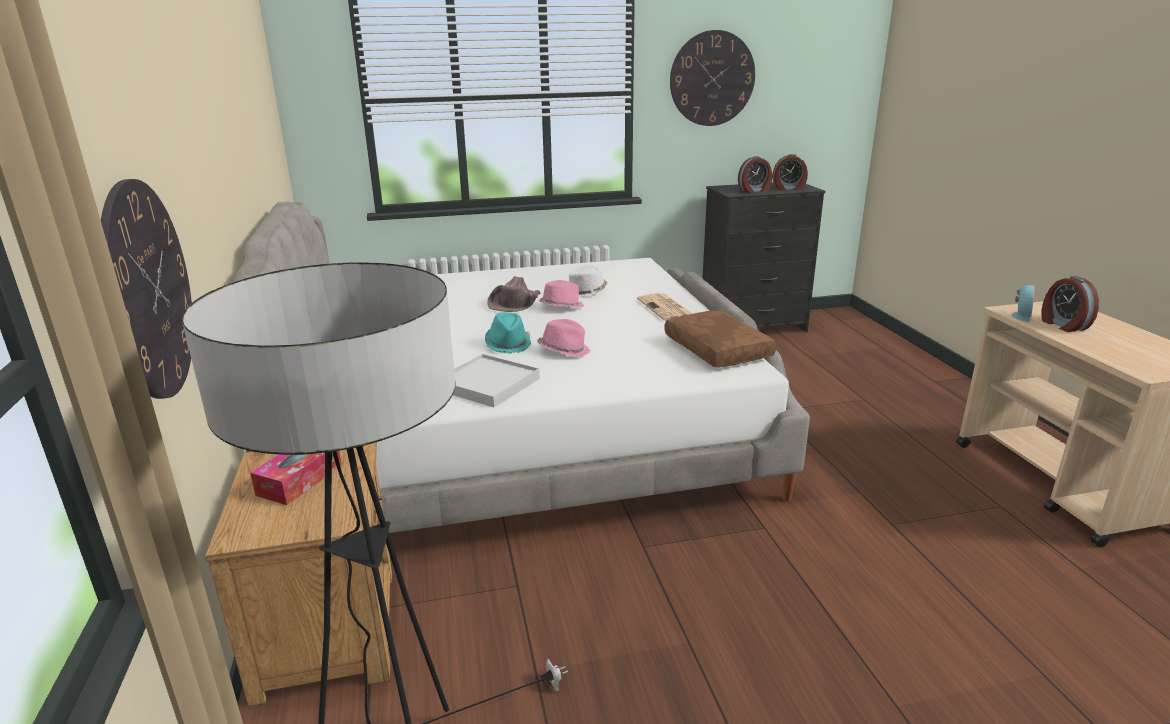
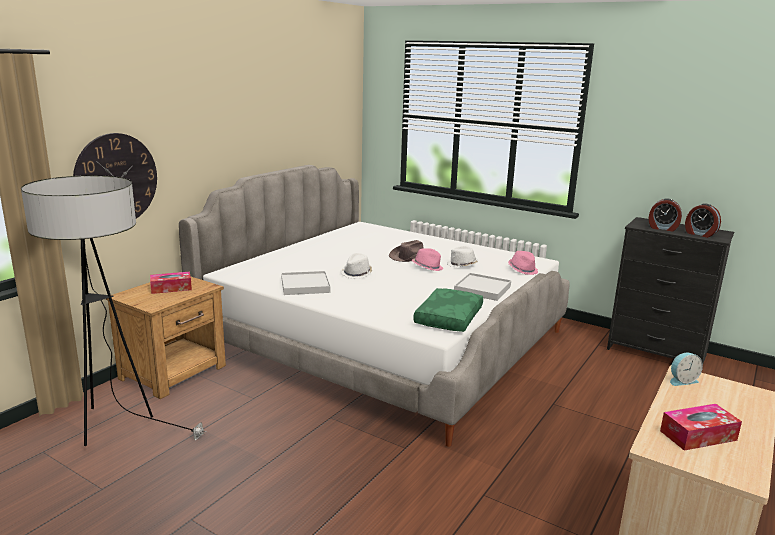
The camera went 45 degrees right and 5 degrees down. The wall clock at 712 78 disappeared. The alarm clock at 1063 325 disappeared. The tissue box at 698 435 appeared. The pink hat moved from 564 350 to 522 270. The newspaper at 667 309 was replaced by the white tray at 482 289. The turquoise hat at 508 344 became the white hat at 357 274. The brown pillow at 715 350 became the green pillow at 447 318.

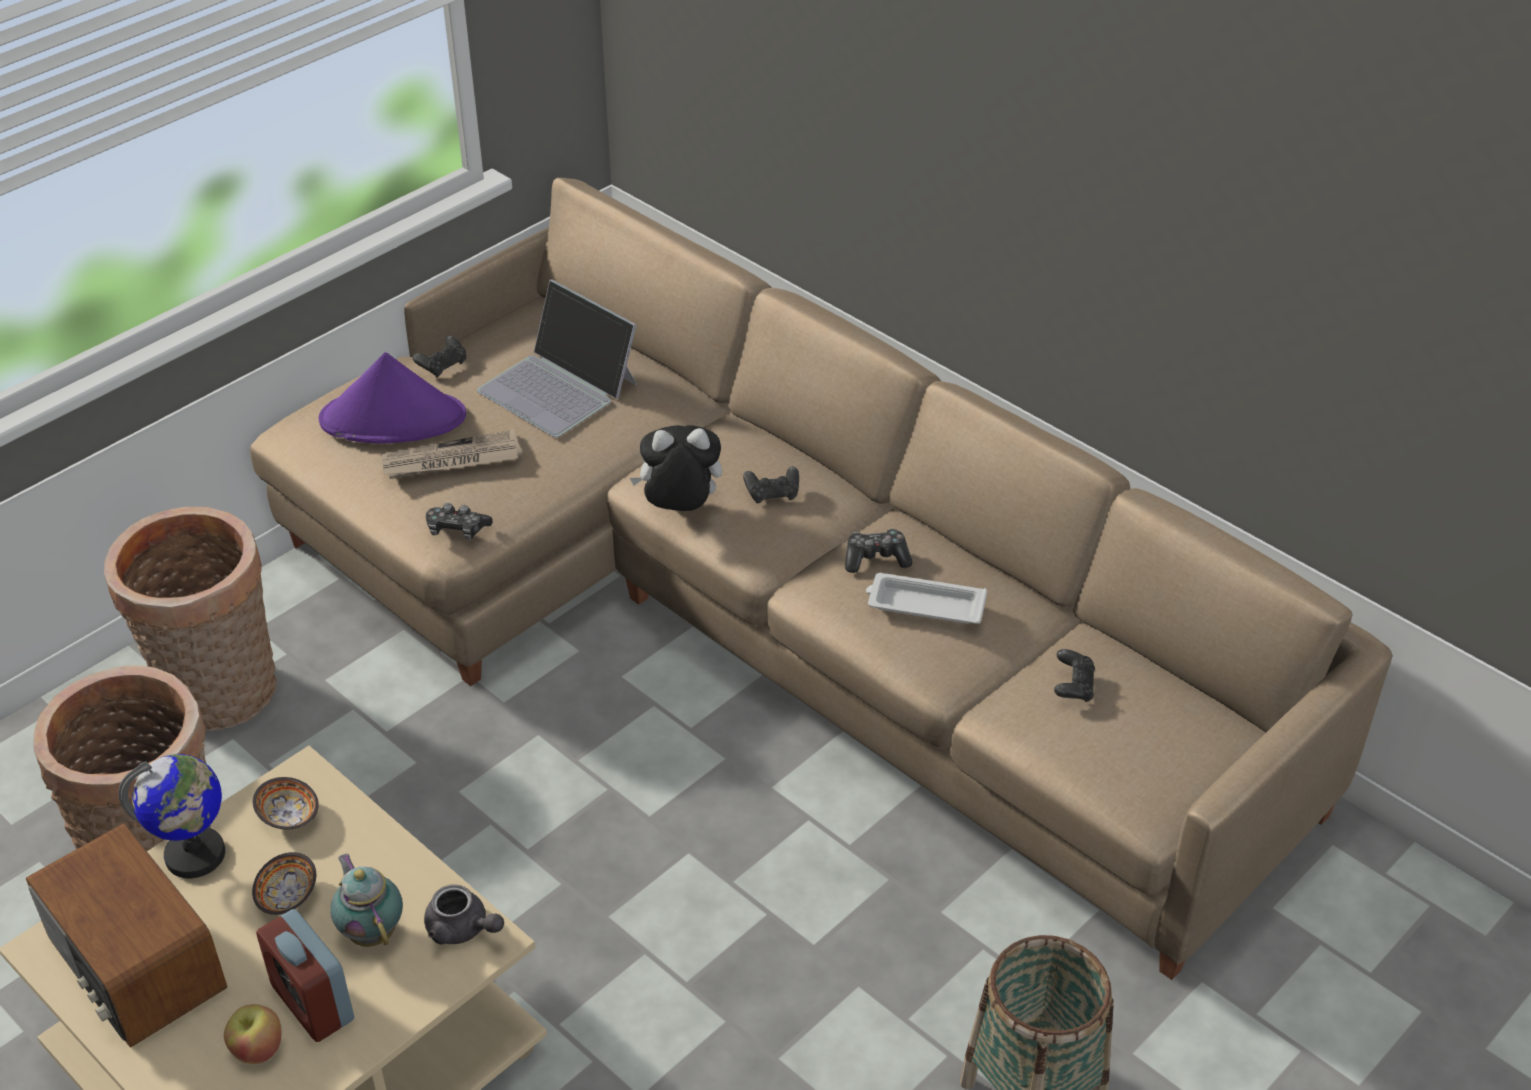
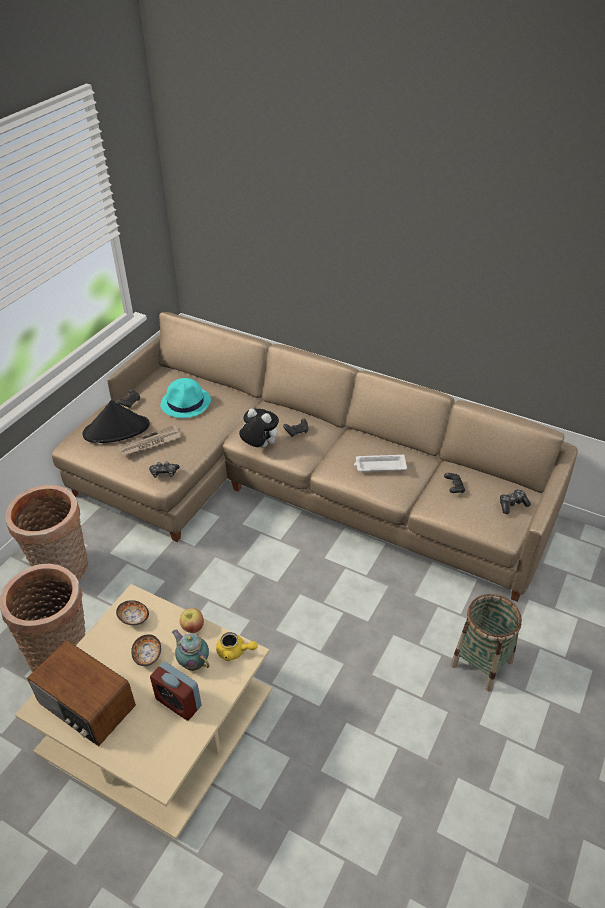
The camera went 15 degrees left and 0 degrees up. The globe at 196 855 disappeared. The apple moved from 257 1049 to 192 627. The game controller moved from 876 558 to 512 504. The laptop at 559 387 was replaced by the turquoise hat at 186 403. The purple hat at 394 419 became the black hat at 117 430. The grey teapot at 463 929 became the yellow teapot at 235 651. The plush toy at 679 510 turned 45 degrees clockwise.

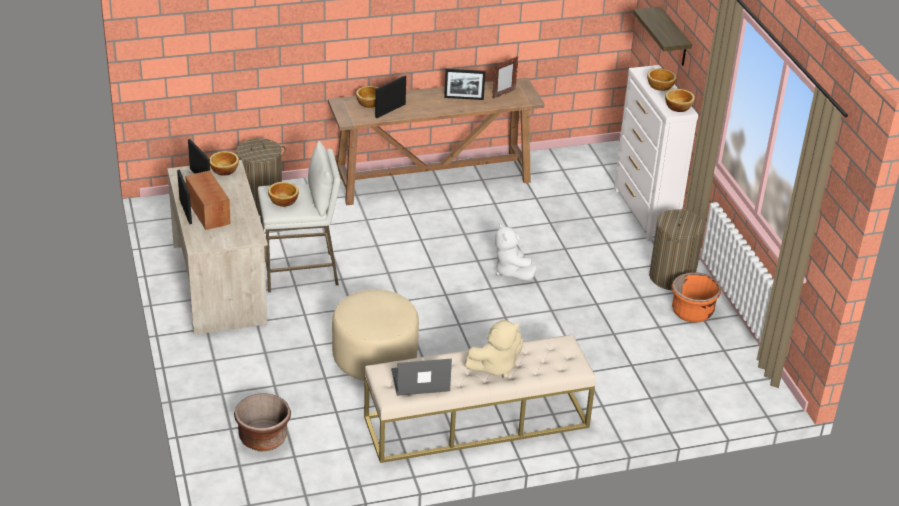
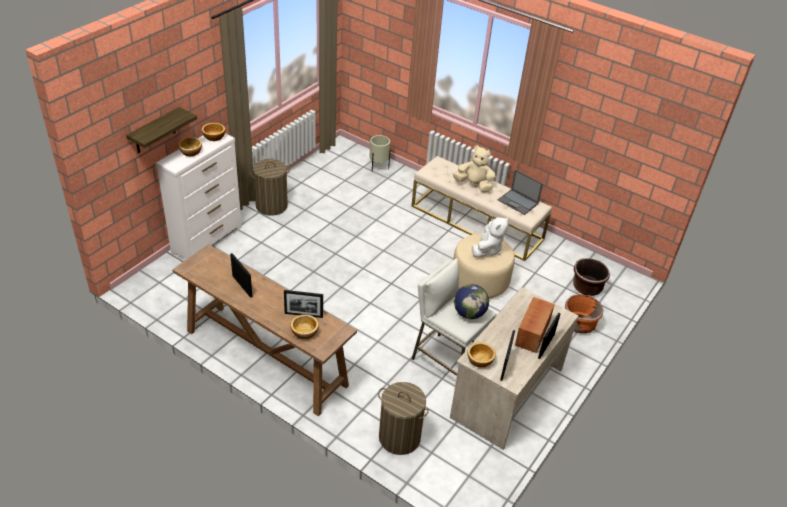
The camera went 130 degrees left and 5 degrees up. The picture frame at 503 94 disappeared. The beige planter at 378 167 appeared. The white plush toy moved from 511 271 to 487 250. The orange planter moved from 692 312 to 579 324. The bowl at 283 201 was replaced by the globe at 469 313.

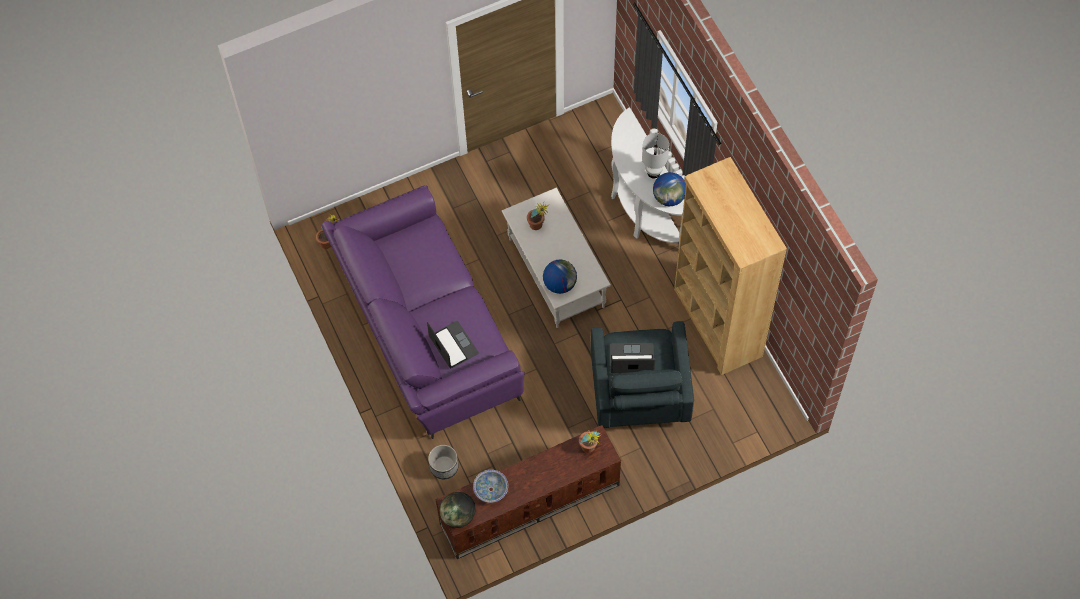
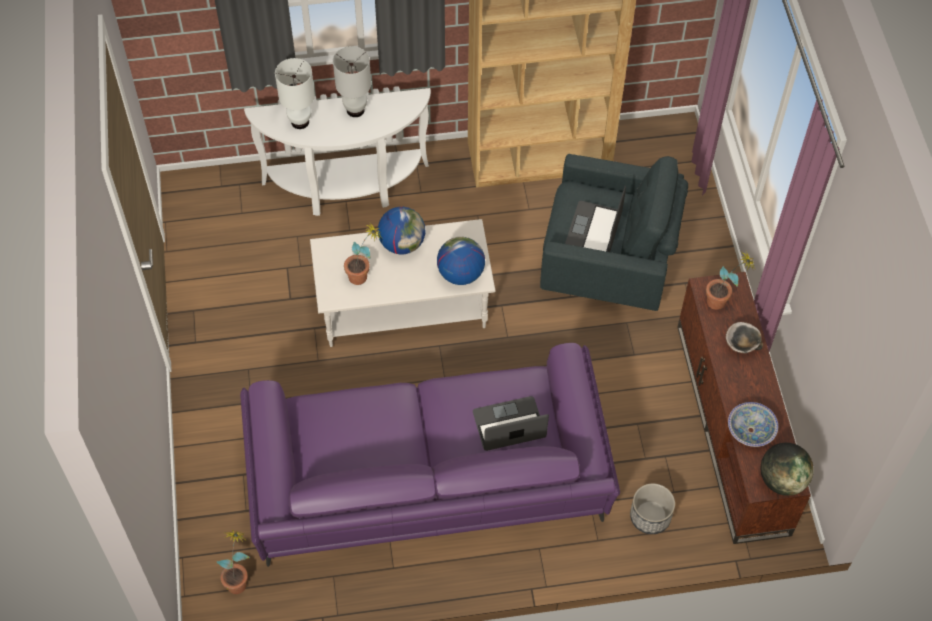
The camera went 75 degrees left and 5 degrees down. The white table lamp at 299 121 appeared. The bowl at 741 345 appeared. The globe moved from 669 198 to 402 243.

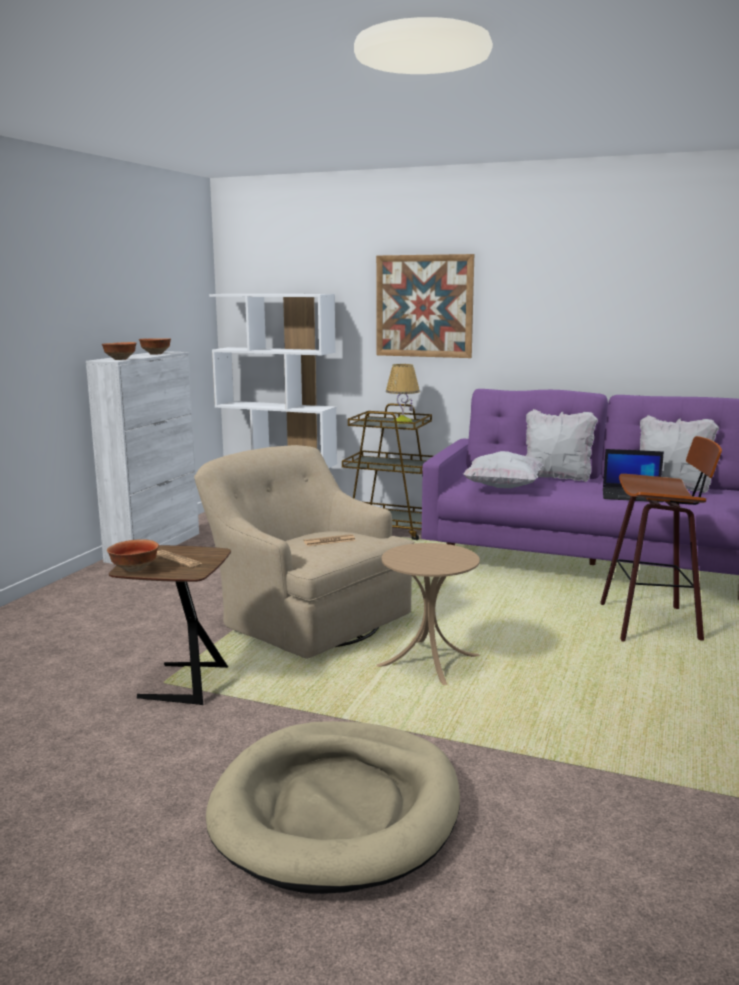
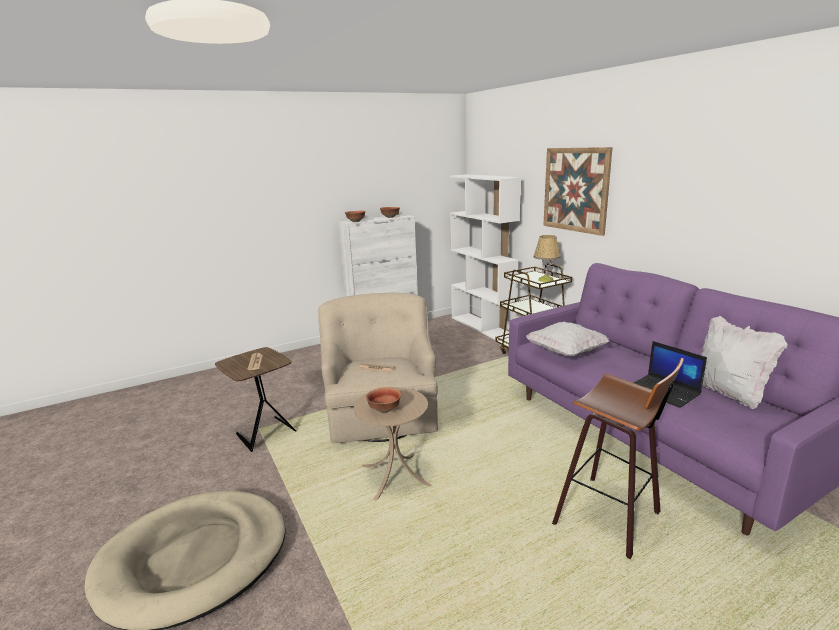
The camera went 40 degrees right and 5 degrees up. The white pillow at 556 477 disappeared. The bowl moved from 134 569 to 383 410.

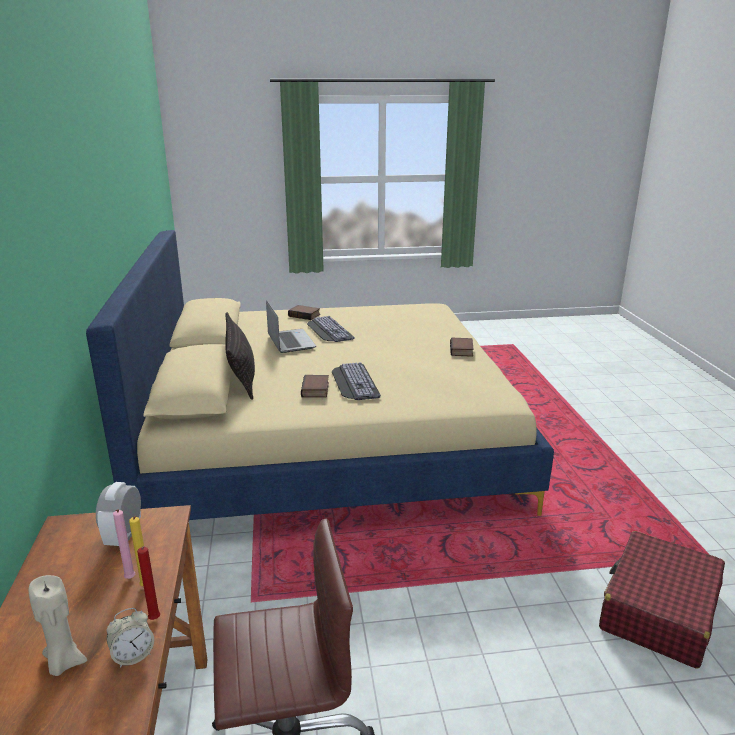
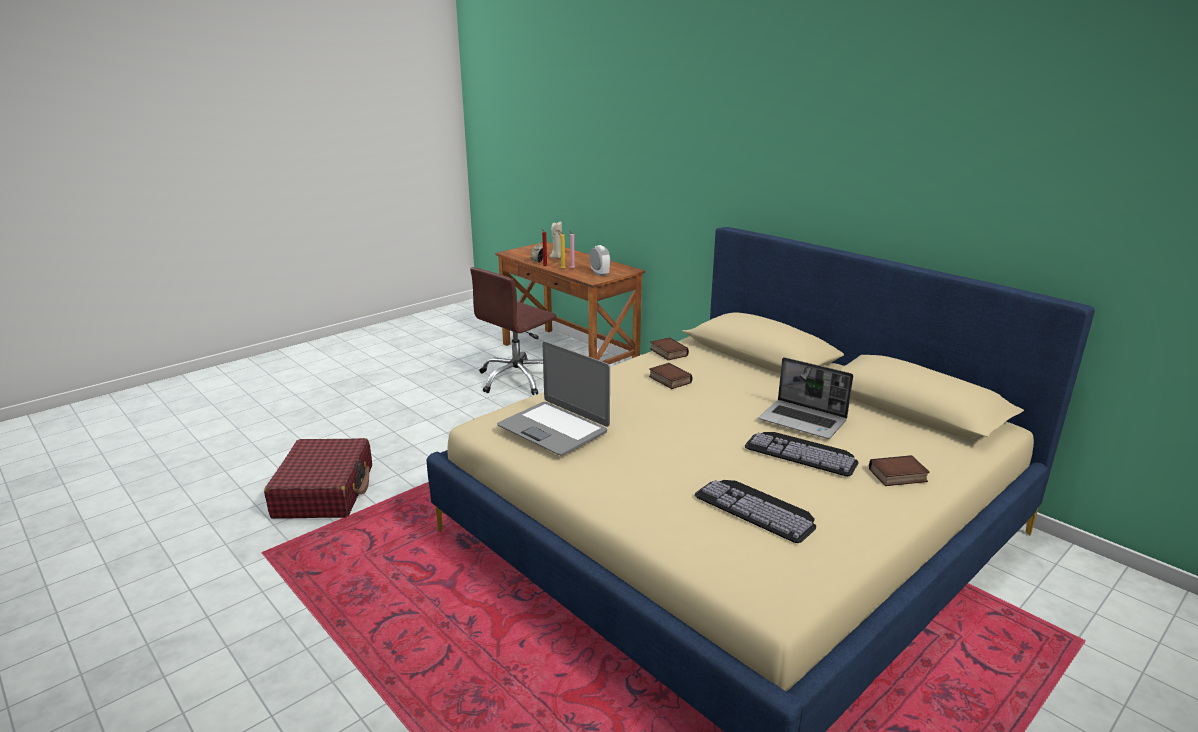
The camera went 145 degrees right and 0 degrees up. The pillow at 241 376 disappeared. The laptop at 554 429 appeared. The keyboard moved from 353 382 to 758 508. The book moved from 462 350 to 667 352.

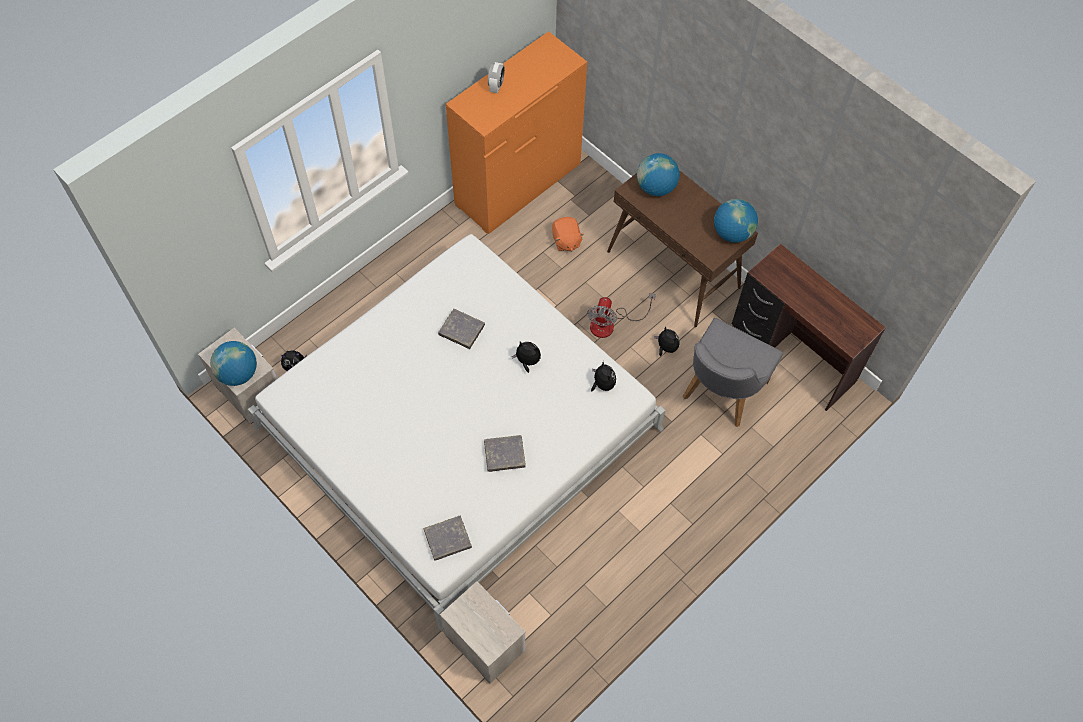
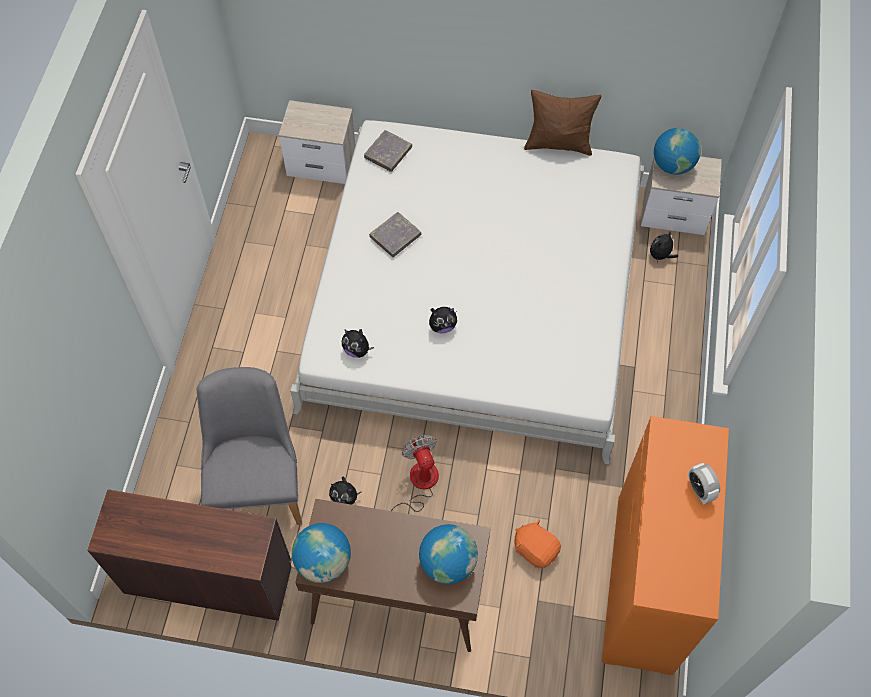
The camera went 145 degrees right and 0 degrees up. The grey book at 461 330 disappeared. The brown pillow at 558 144 appeared.

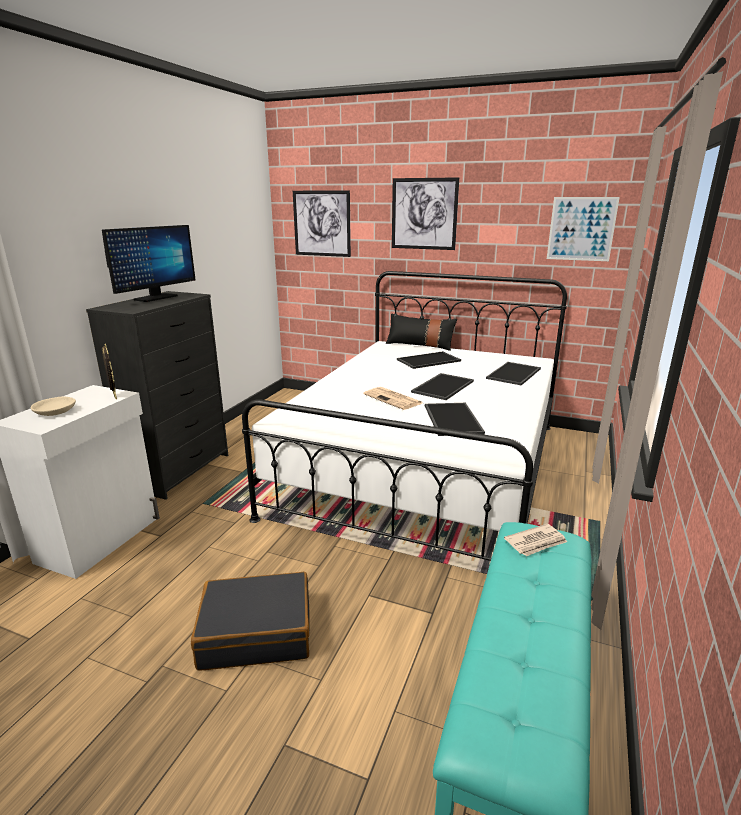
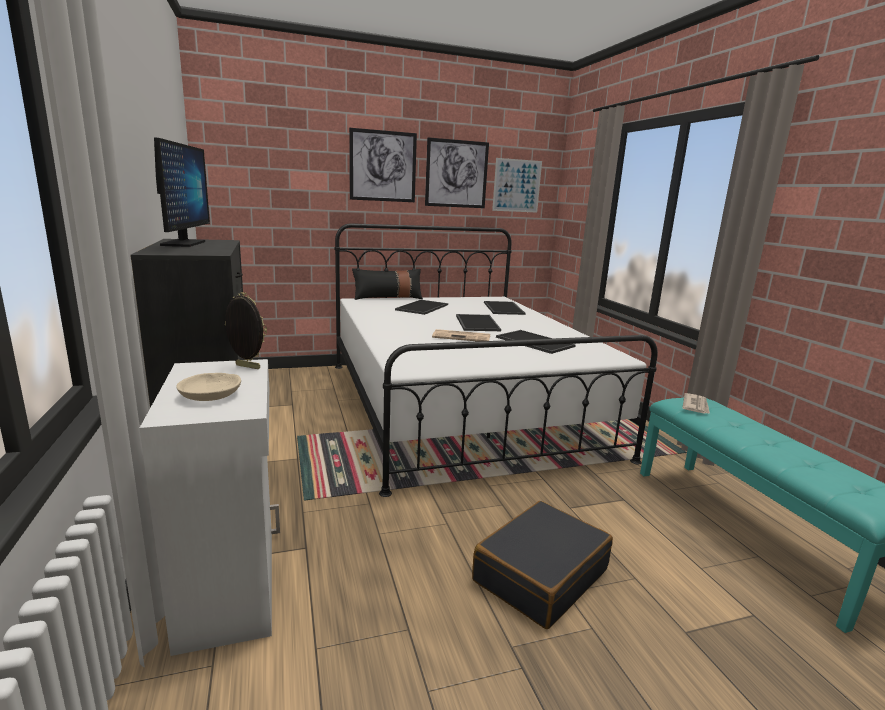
The camera went 40 degrees left and 5 degrees down. The picture moved from 322 223 to 456 174.

